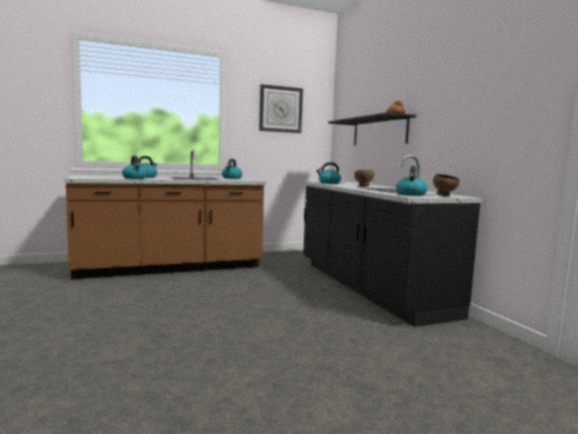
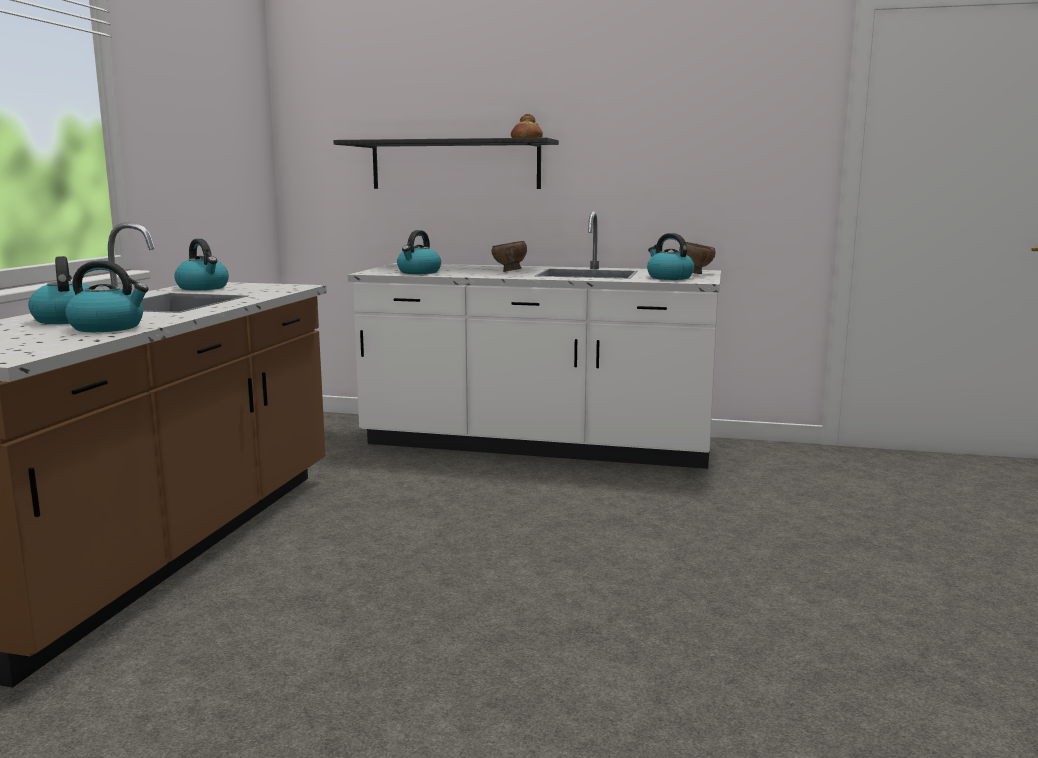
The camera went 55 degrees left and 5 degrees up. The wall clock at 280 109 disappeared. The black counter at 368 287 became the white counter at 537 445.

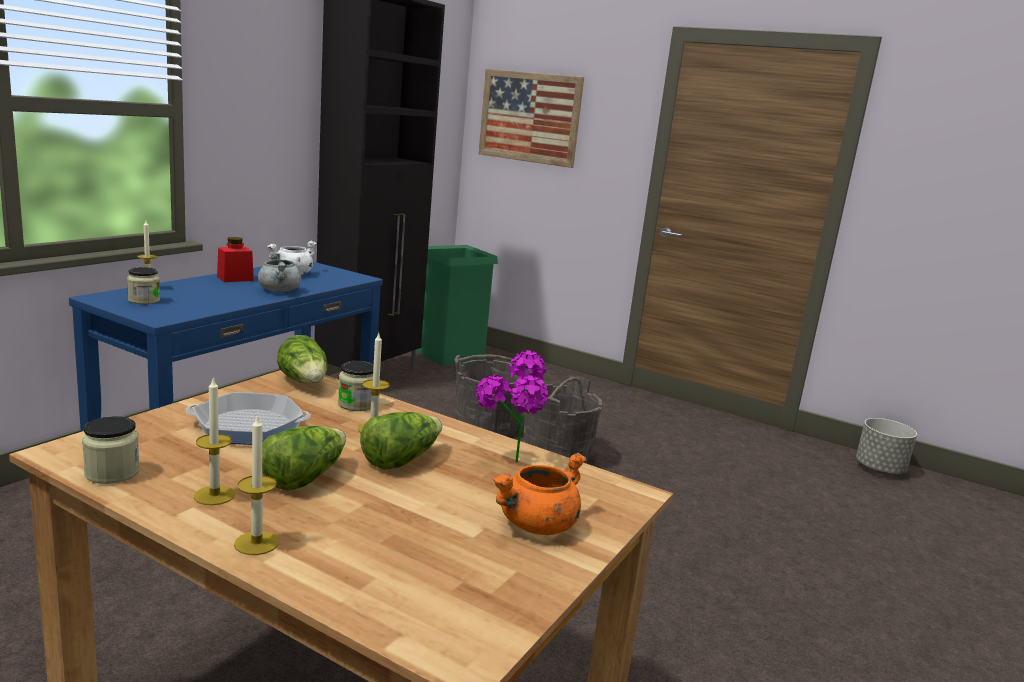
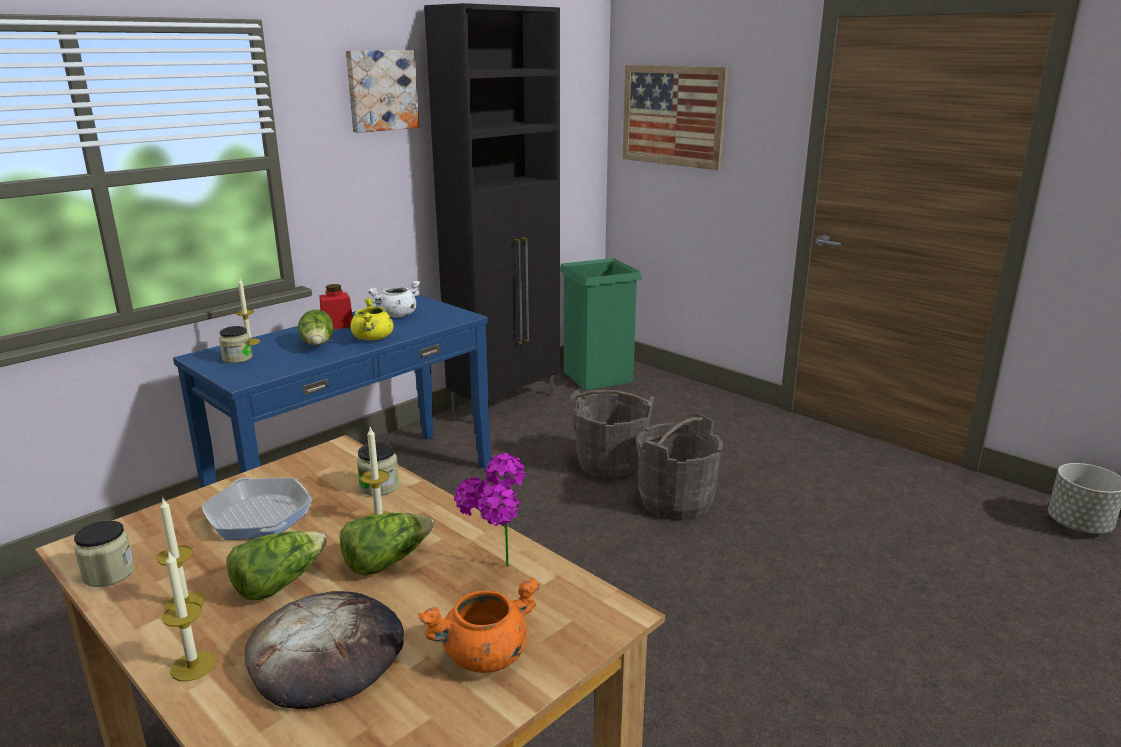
The camera went 15 degrees right and 5 degrees up. The bread at 327 654 appeared. The picture at 381 90 appeared. The lettuce moved from 304 382 to 318 345. The grey cooking pot at 279 290 became the yellow cooking pot at 373 338. The frying pan at 248 426 turned 135 degrees counterclockwise.

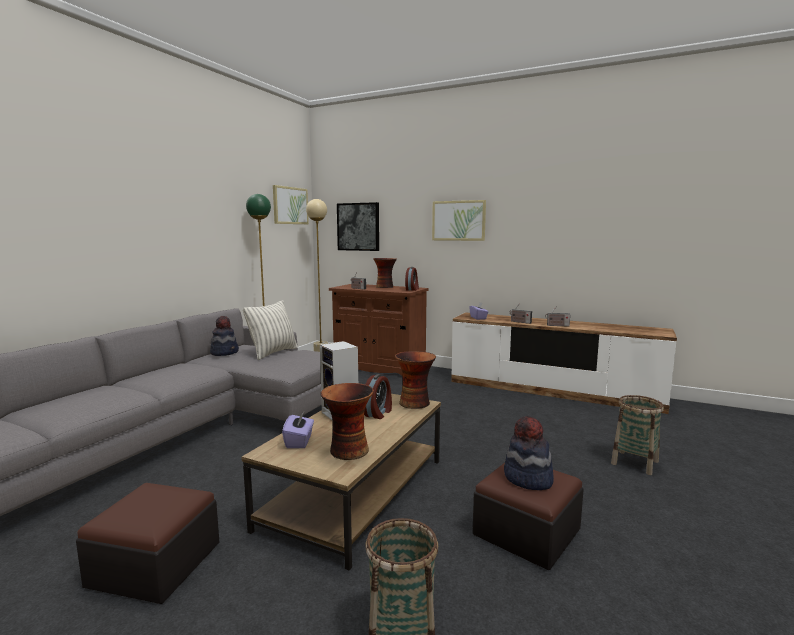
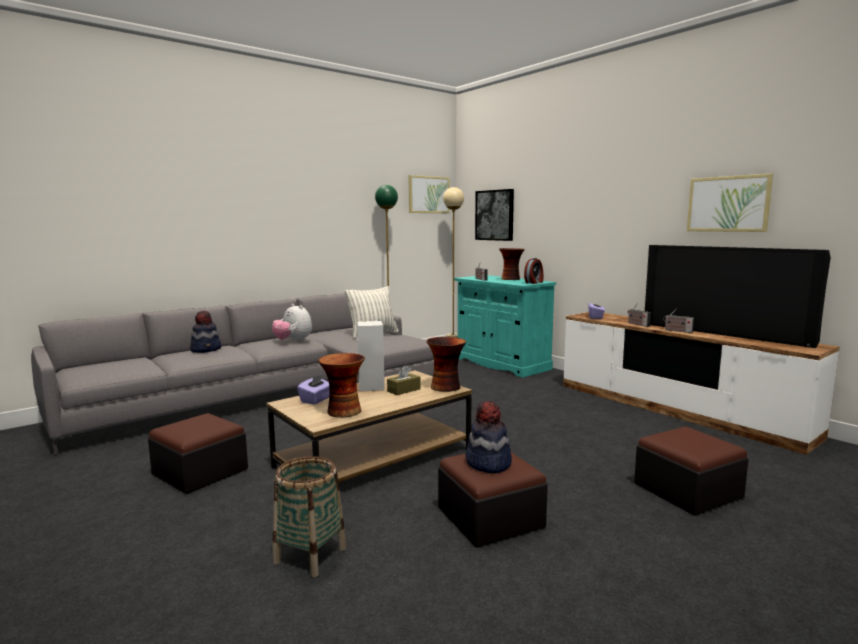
The camera went 25 degrees right and 0 degrees up. The plush toy at 293 341 appeared. The television at 724 333 appeared. The hat moved from 225 352 to 206 349. The picture moved from 458 220 to 728 204. The alarm clock at 378 413 was replaced by the brown tissue box at 404 390. The basket at 635 462 was replaced by the ottoman at 687 490. The brown cabinet at 379 366 became the turquoise cabinet at 501 364.

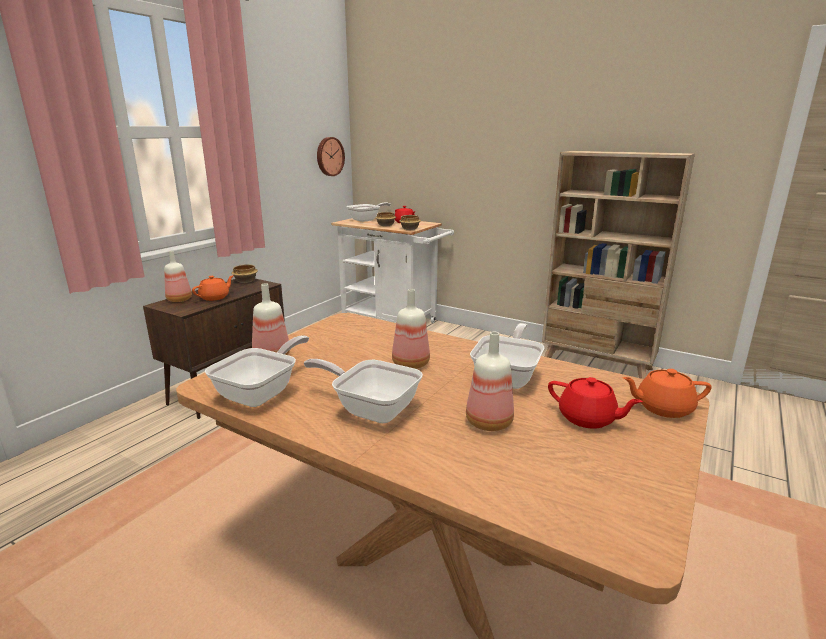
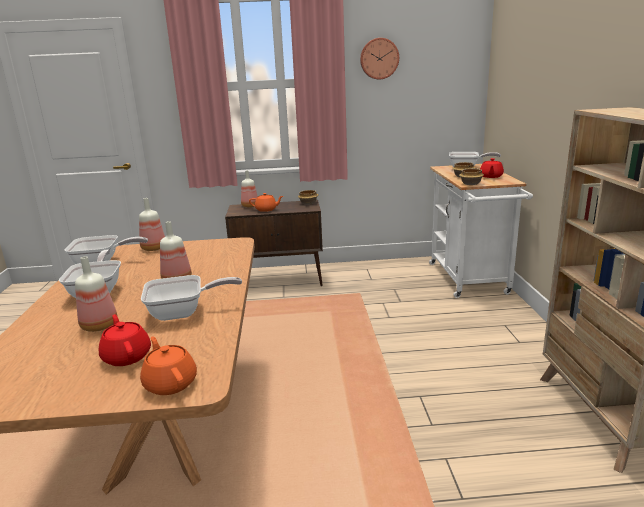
The camera went 55 degrees right and 0 degrees up. The wall clock moved from 329 156 to 379 58. The red teapot at 588 419 turned 150 degrees clockwise.

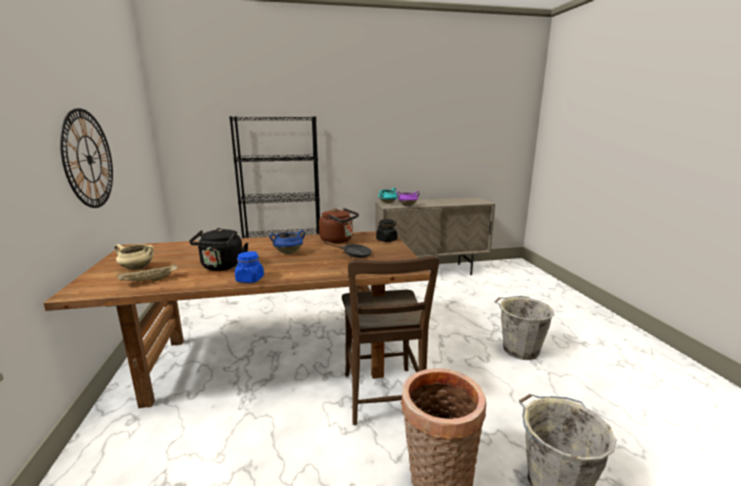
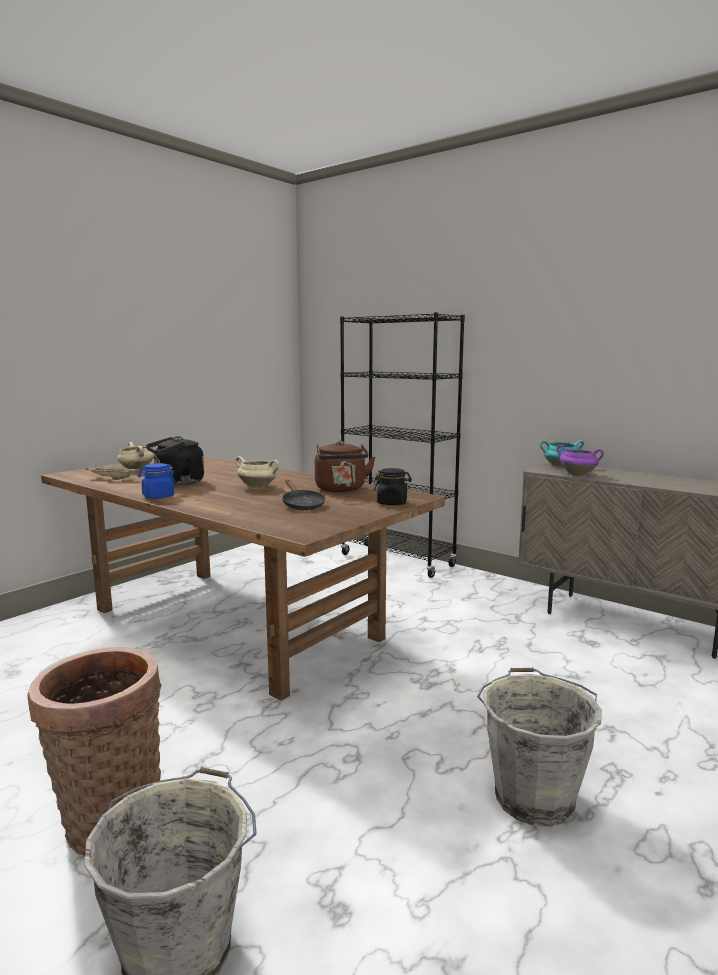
The camera went 50 degrees right and 5 degrees down. The wall clock at 89 159 disappeared. The brown chair at 383 398 disappeared. The blue cooking pot at 288 252 became the beige cooking pot at 258 487.

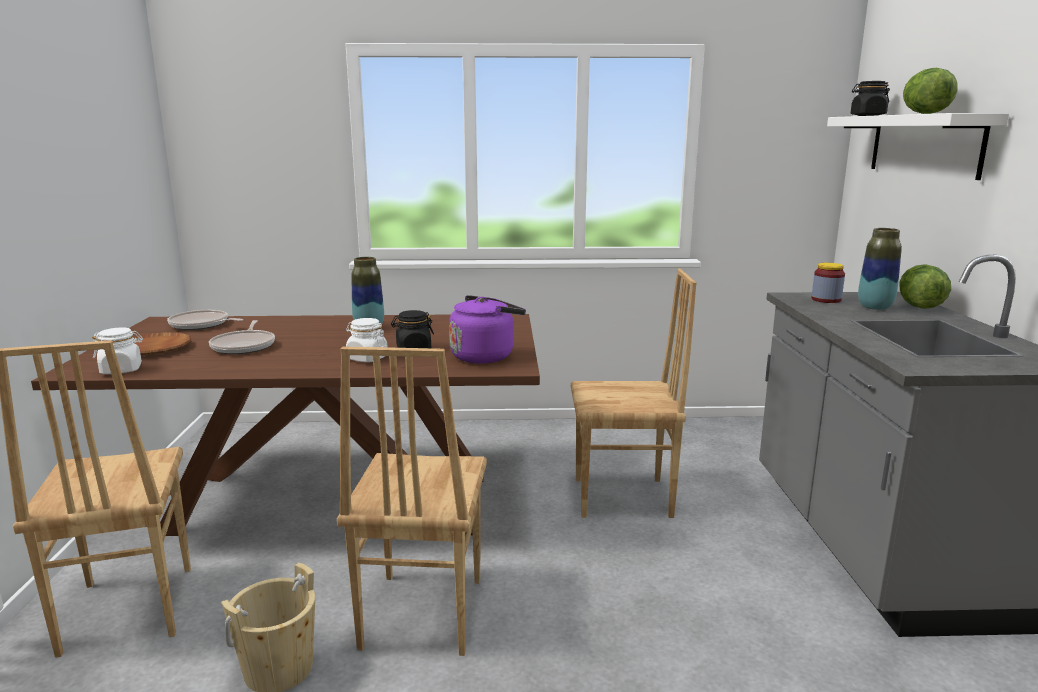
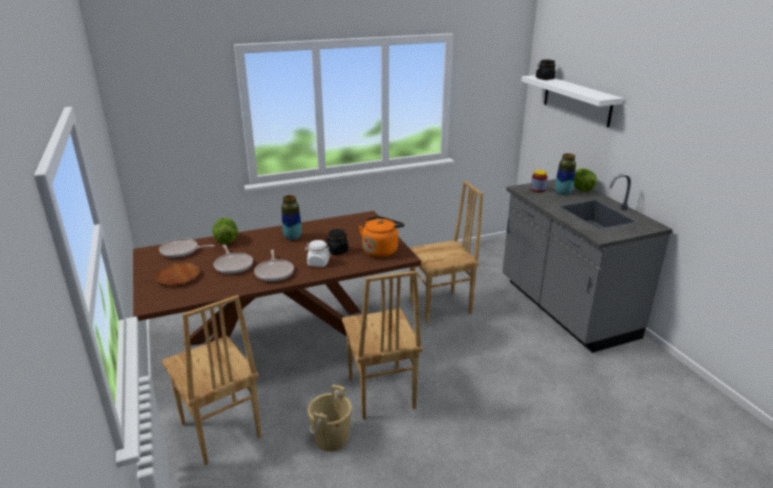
The camera went 20 degrees left and 10 degrees up. The white jar at 121 370 disappeared. The frying pan at 274 272 appeared. The lettuce moved from 924 114 to 226 241. The purple kettle at 485 356 became the orange kettle at 381 250.

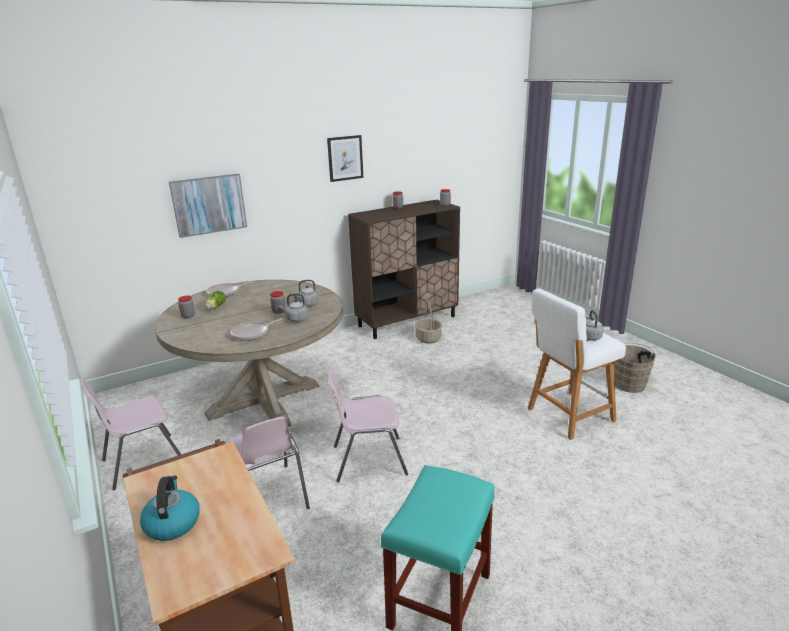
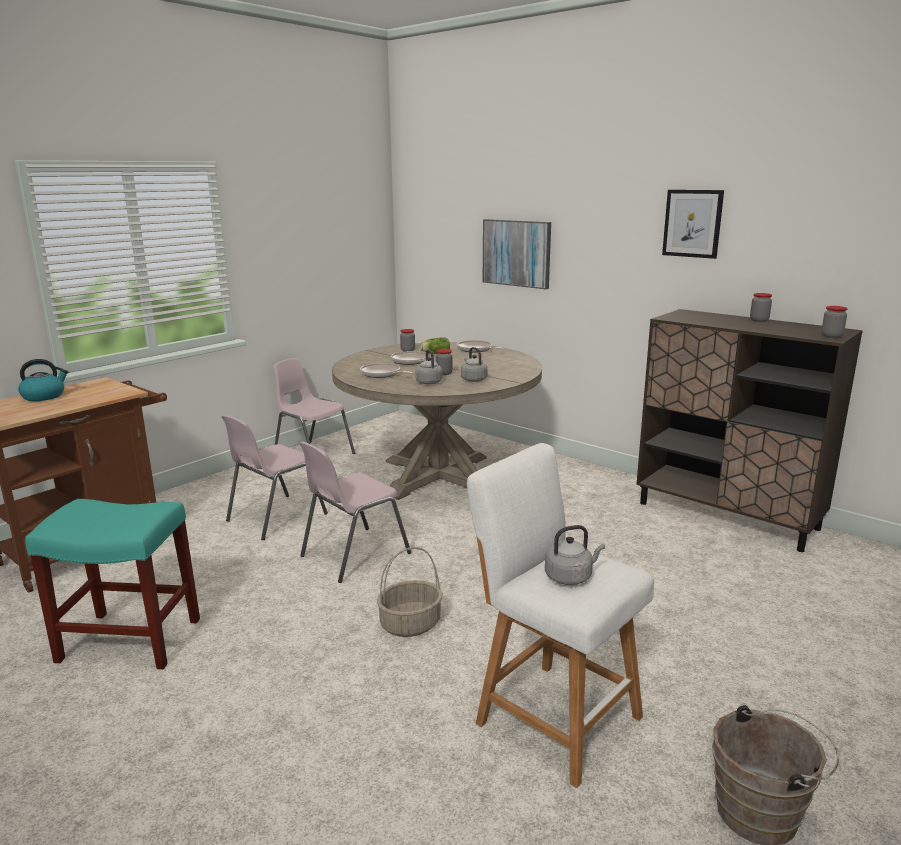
The camera went 70 degrees right and 5 degrees down. The frying pan at 411 362 appeared. The basket moved from 428 338 to 410 625. The pink chair at 368 459 turned 105 degrees counterclockwise.

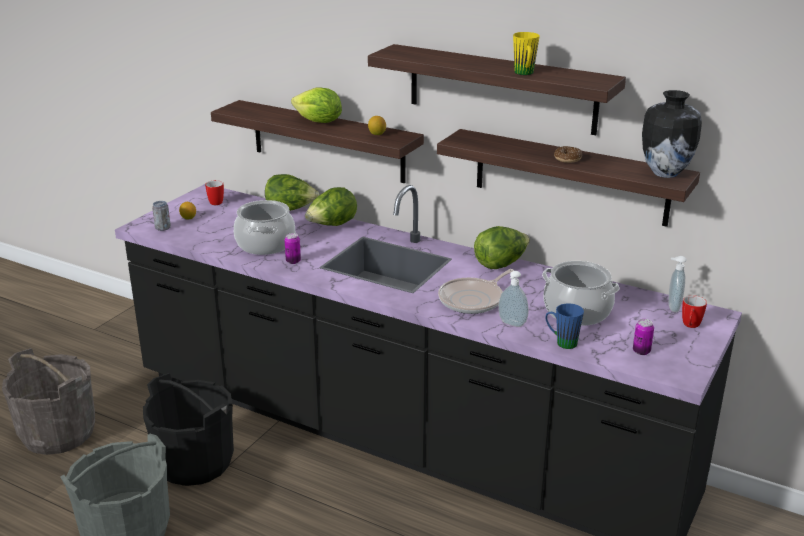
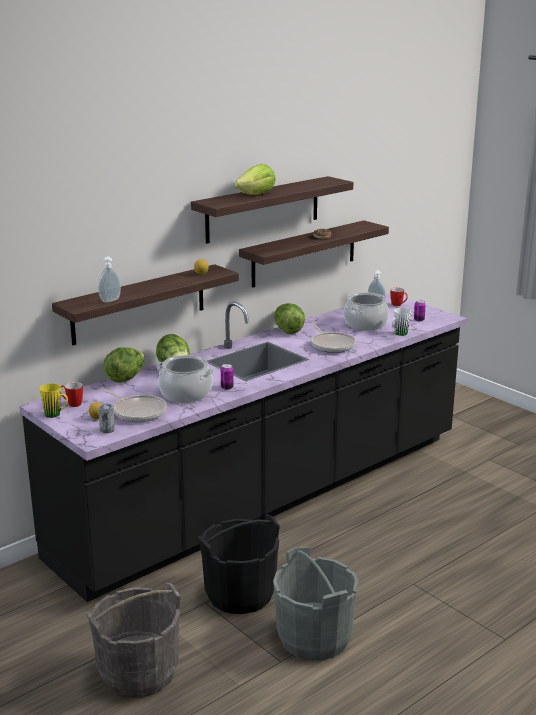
The camera went 70 degrees left and 5 degrees down. The vase at 664 173 disappeared. The frying pan at 138 412 appeared. The lettuce moved from 318 122 to 257 194. The soap dispenser moved from 511 324 to 111 301. The yellow mug moved from 524 74 to 56 415. The blue mug at 561 342 became the white mug at 399 334.

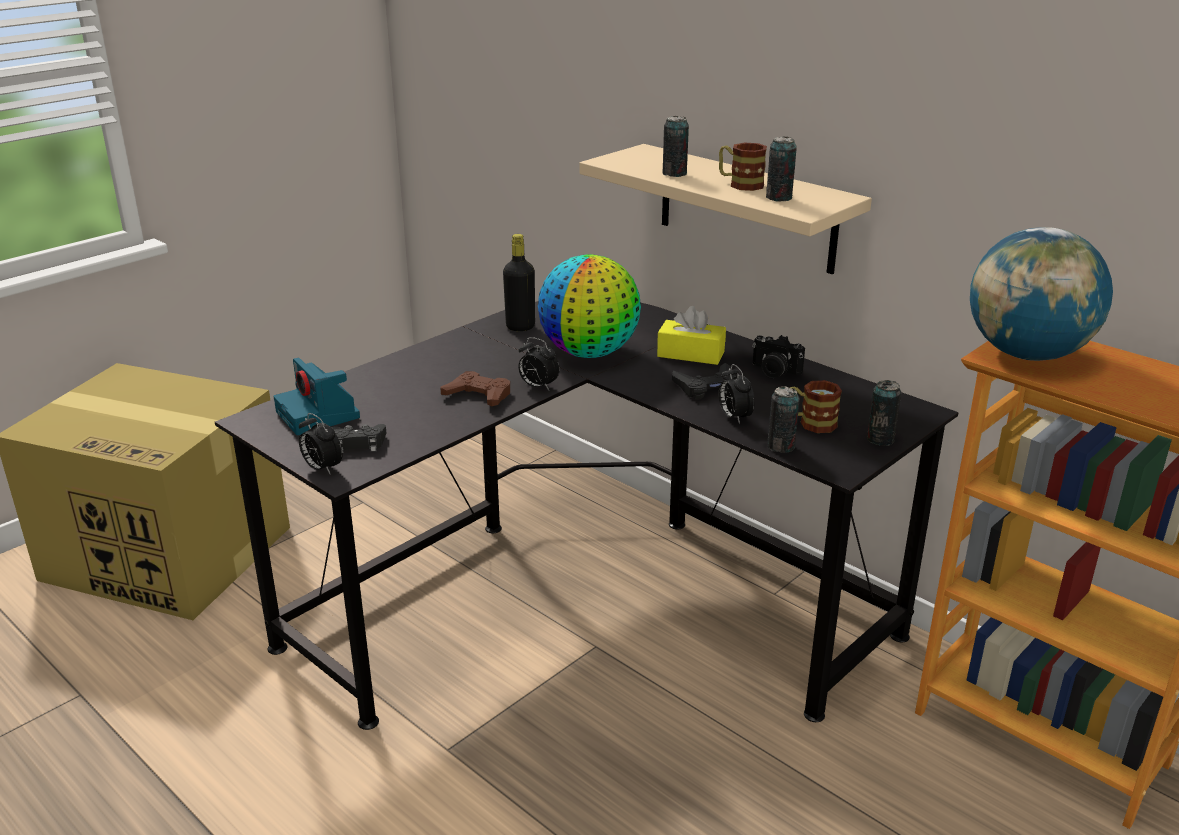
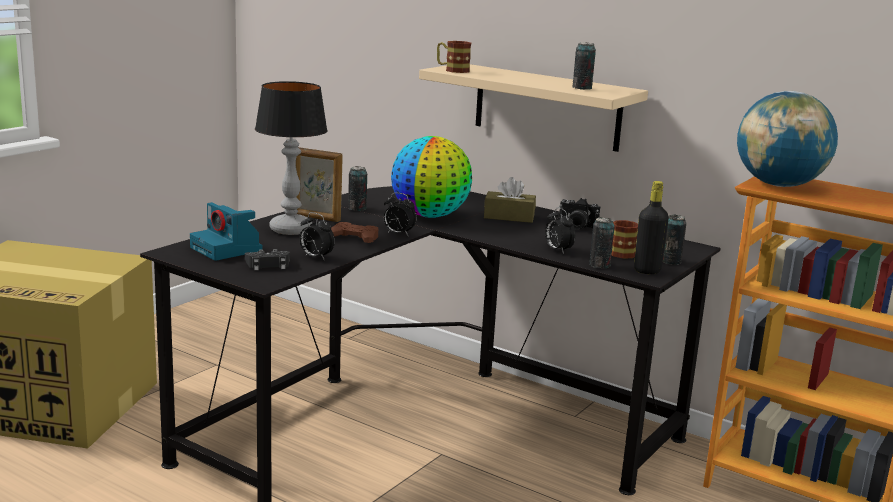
The camera went 10 degrees left and 10 degrees down. The black game controller at 708 387 disappeared. The table lamp at 290 230 appeared. The picture frame at 316 218 appeared. The alarm clock moved from 322 468 to 315 257. The black bottle moved from 520 327 to 647 270. The can moved from 674 174 to 357 208. The mug moved from 740 184 to 452 70. The yellow tissue box at 690 354 became the brown tissue box at 509 217.

